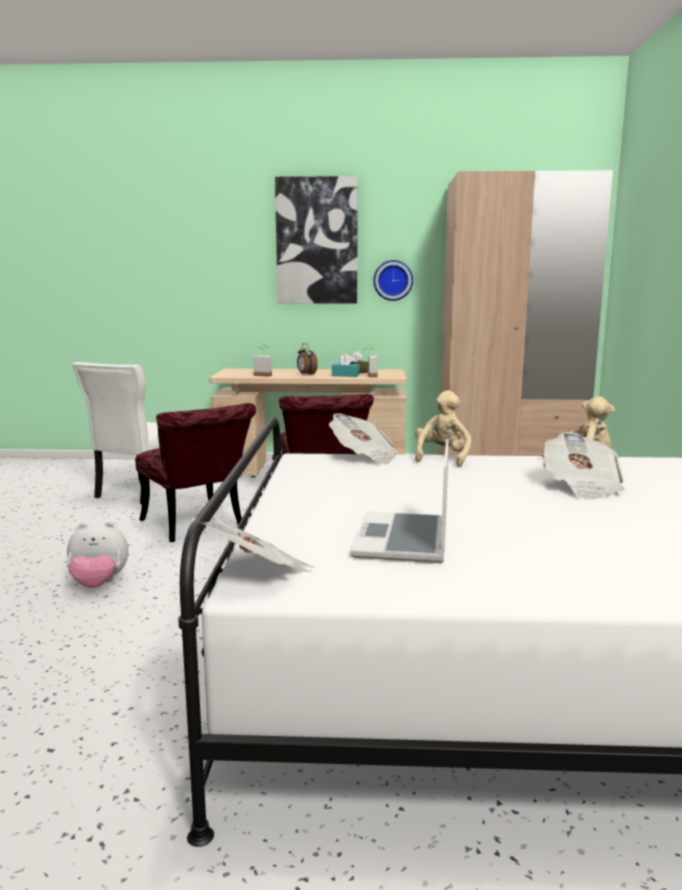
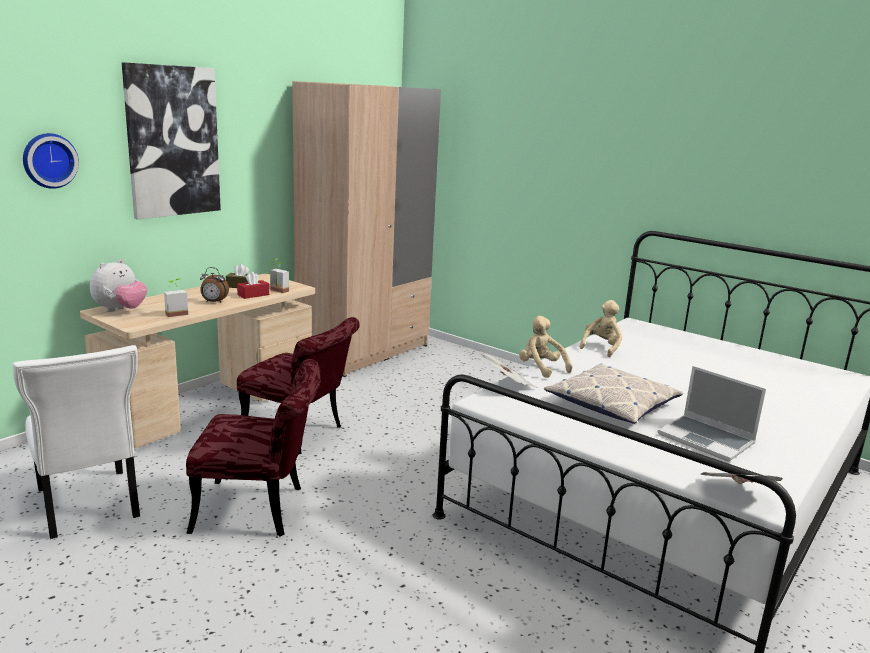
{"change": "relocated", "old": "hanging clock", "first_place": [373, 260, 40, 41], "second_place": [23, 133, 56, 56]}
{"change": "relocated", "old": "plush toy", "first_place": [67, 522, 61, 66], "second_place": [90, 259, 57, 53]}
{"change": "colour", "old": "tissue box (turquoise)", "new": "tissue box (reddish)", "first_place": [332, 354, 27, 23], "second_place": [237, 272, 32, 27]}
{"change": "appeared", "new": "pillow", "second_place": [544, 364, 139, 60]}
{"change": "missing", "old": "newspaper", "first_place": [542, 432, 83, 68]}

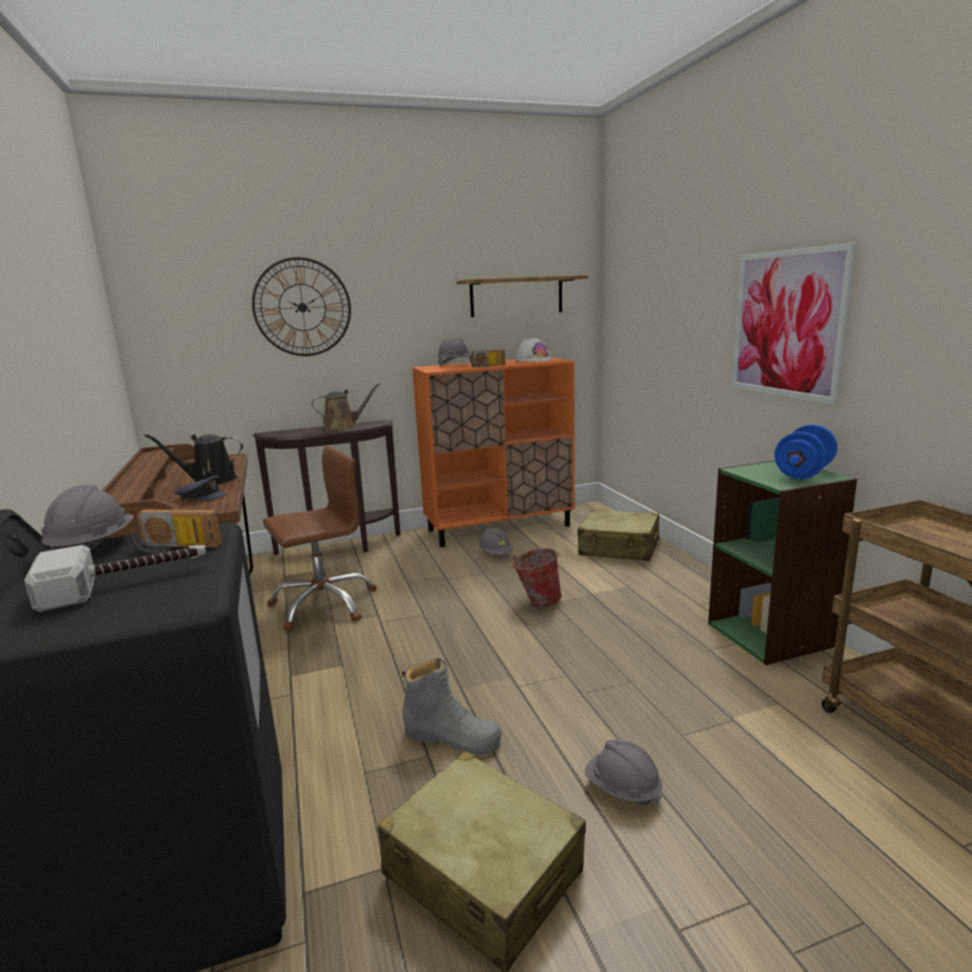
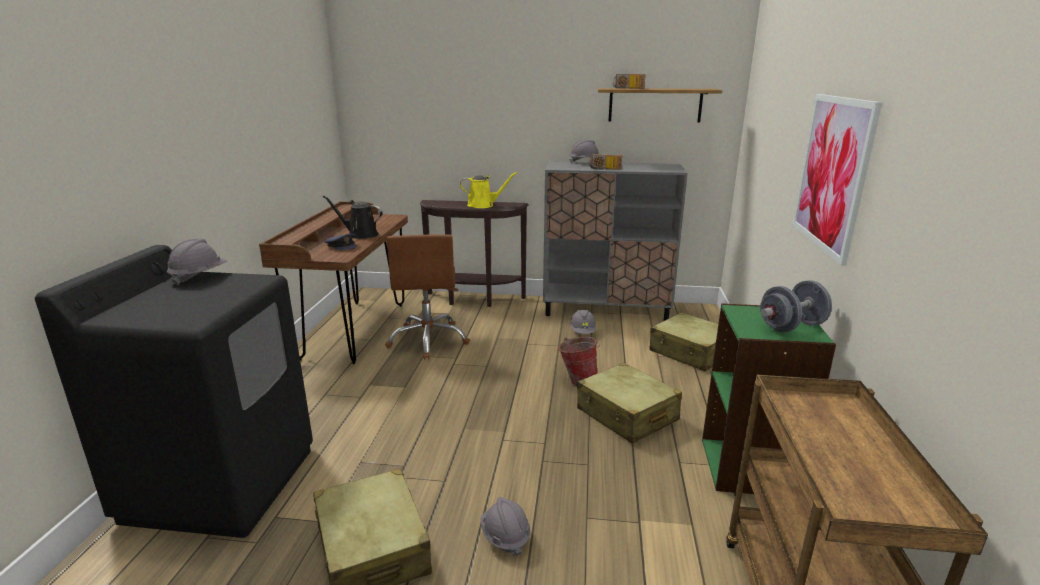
{"change": "spun", "old": "office chair (brownish)", "first_place": [263, 445, 114, 186], "second_place": [385, 234, 85, 125], "degrees": 90}
{"change": "colour", "old": "watering can (brownish)", "new": "watering can (yellowish)", "first_place": [311, 383, 69, 48], "second_place": [460, 172, 57, 36]}
{"change": "colour", "old": "storage cabinet (orange)", "new": "storage cabinet (gray)", "first_place": [412, 357, 163, 190], "second_place": [543, 161, 145, 160]}
{"change": "appeared", "new": "travel case (beige)", "second_place": [577, 363, 105, 81]}
{"change": "relocated", "old": "radio receiver", "first_place": [133, 509, 90, 44], "second_place": [613, 74, 32, 15]}
{"change": "colour", "old": "hand weight (blue-coloured)", "new": "hand weight (gray)", "first_place": [774, 425, 63, 54], "second_place": [760, 280, 72, 53]}
{"change": "missing", "old": "tool hammer", "first_place": [24, 545, 182, 67]}
{"change": "missing", "old": "hanging clock", "first_place": [252, 257, 99, 99]}
{"change": "missing", "old": "boot (gray)", "first_place": [402, 658, 99, 97]}
{"change": "missing", "old": "safety helmet (whitish)", "first_place": [516, 338, 36, 24]}

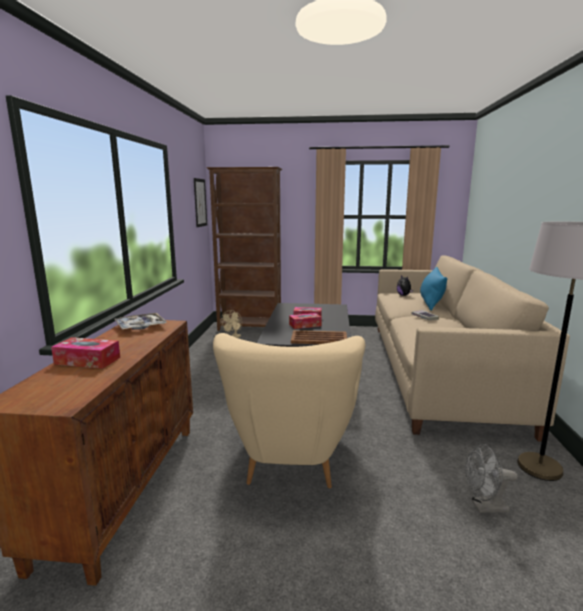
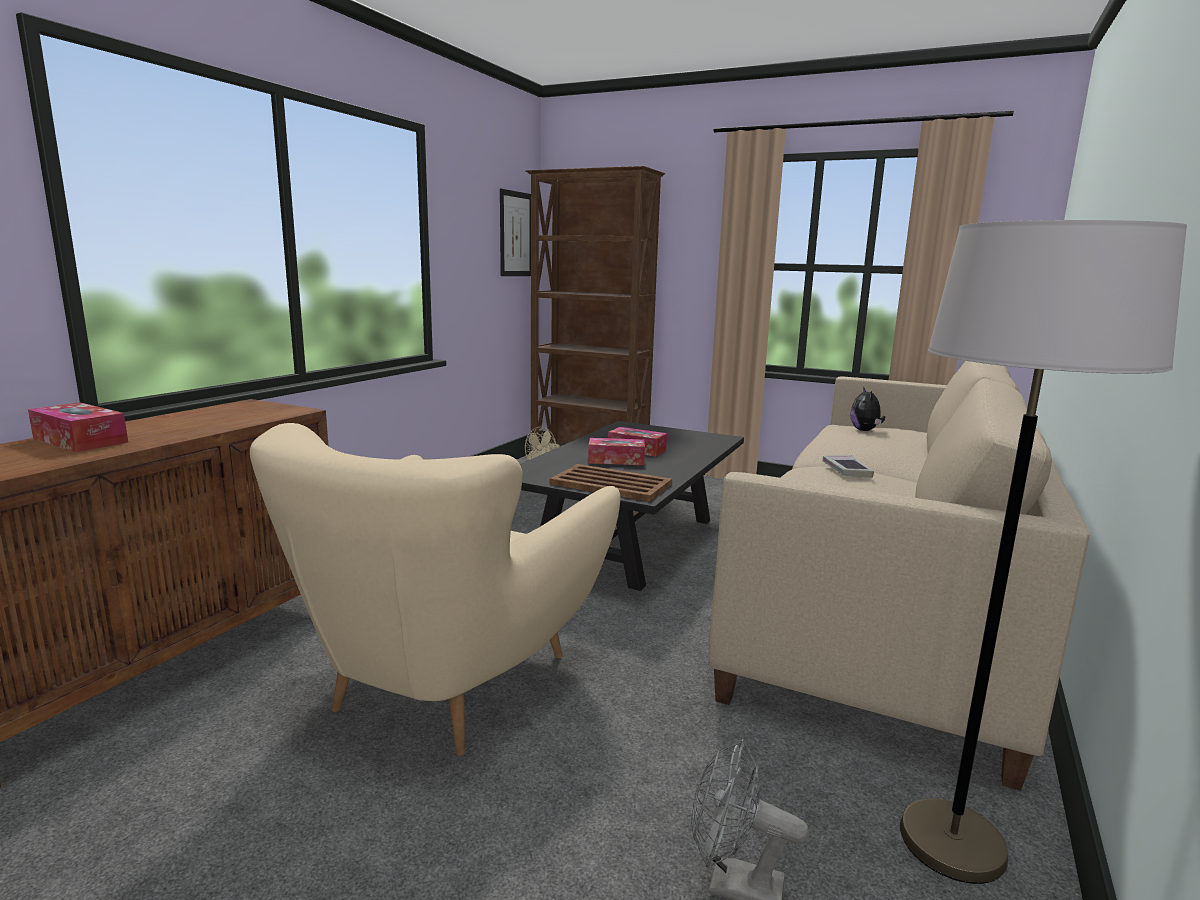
{"change": "missing", "old": "carrying tray", "first_place": [115, 313, 52, 17]}
{"change": "missing", "old": "pillow (blue-coloured)", "first_place": [420, 267, 27, 44]}

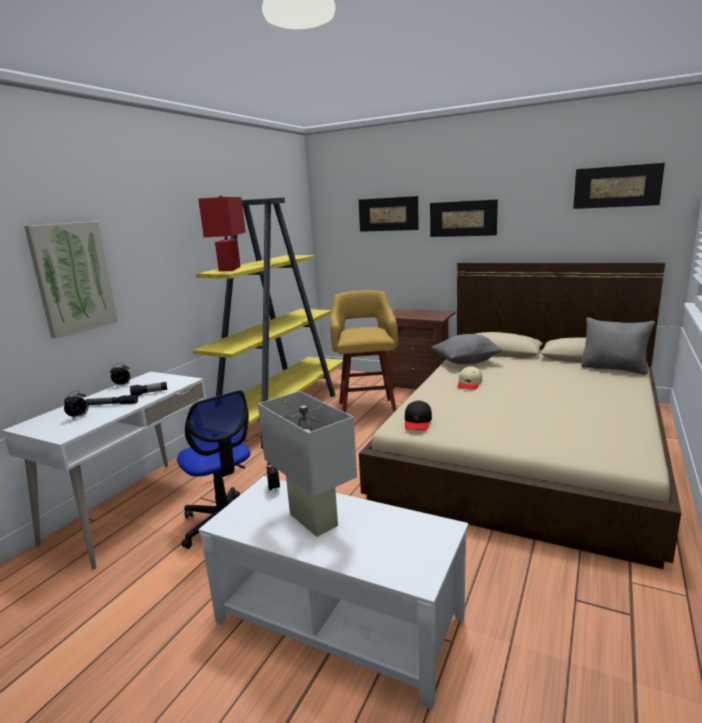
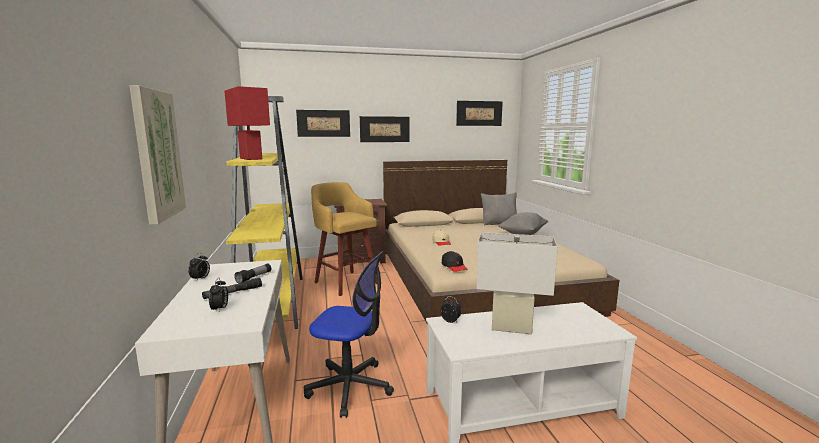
{"change": "relocated", "old": "pillow (gray)", "first_place": [432, 334, 71, 31], "second_place": [498, 212, 50, 23]}

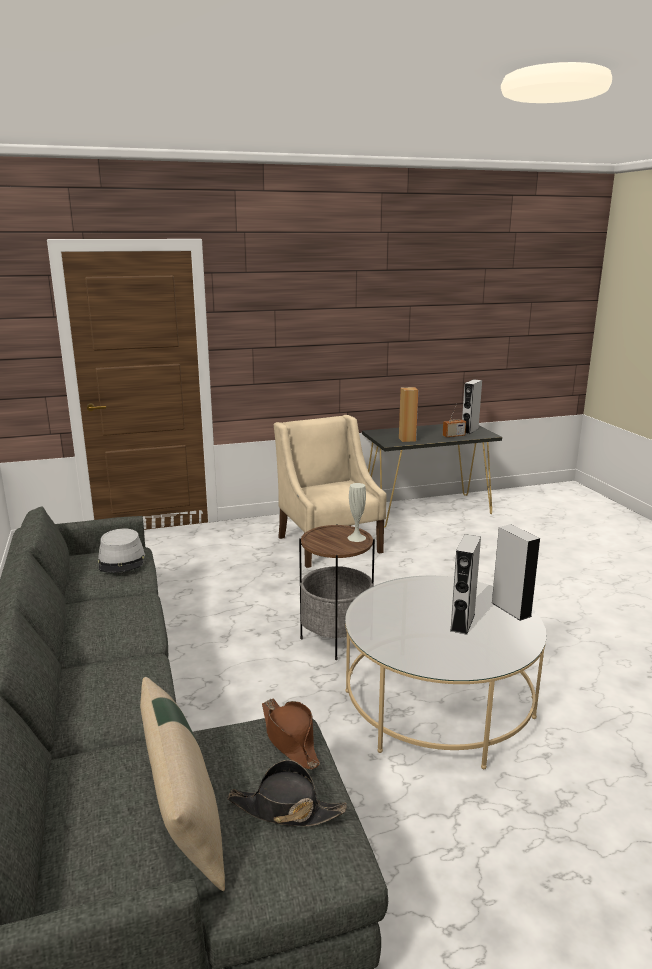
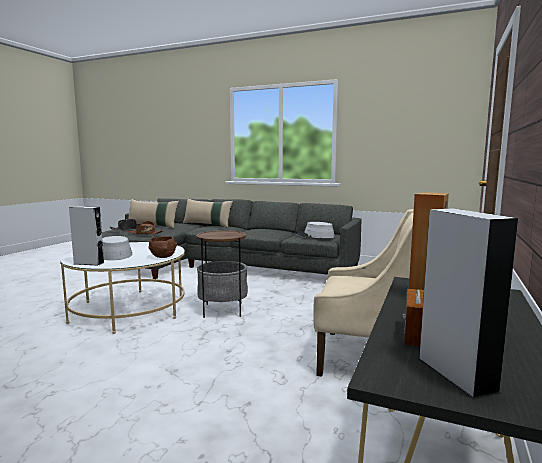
{"change": "exchanged", "old": "loudspeaker (gray)", "new": "hat (gray)", "first_place": [450, 534, 31, 101], "second_place": [102, 236, 30, 24]}
{"change": "appeared", "new": "serving bowl (brownish)", "second_place": [148, 236, 29, 22]}
{"change": "appeared", "new": "pillow (beige)", "second_place": [183, 198, 50, 30]}
{"change": "missing", "old": "flower vase (whitish)", "first_place": [347, 483, 19, 59]}

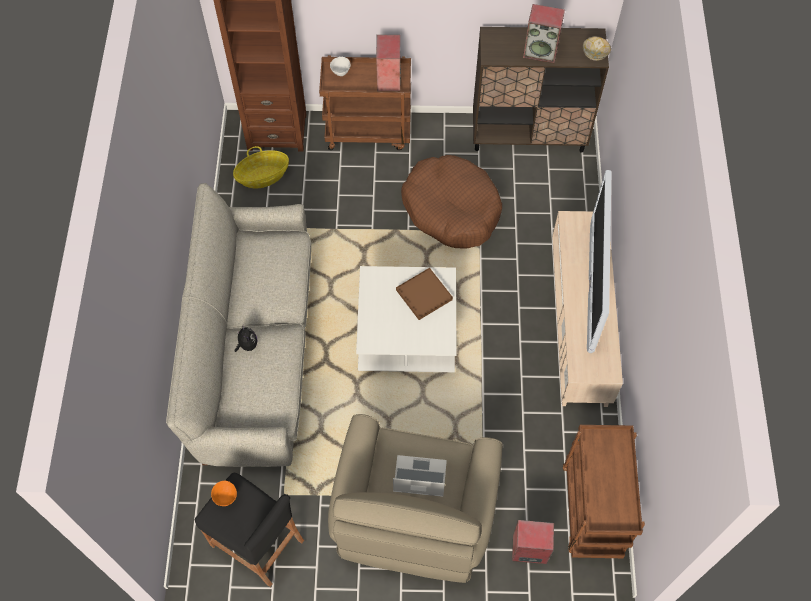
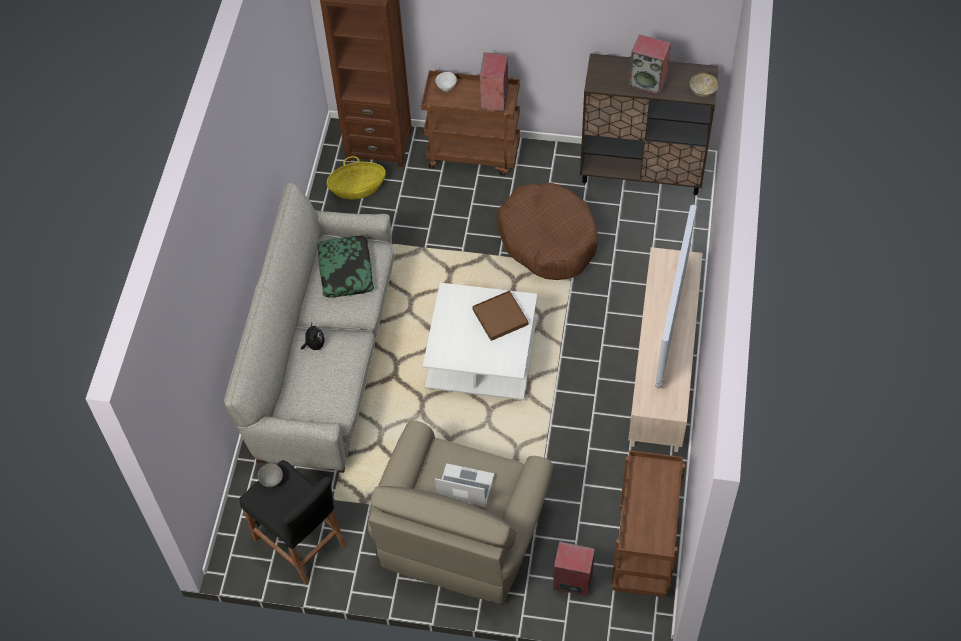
{"change": "colour", "old": "serving bowl (orange)", "new": "serving bowl (gray)", "first_place": [211, 481, 26, 25], "second_place": [258, 463, 25, 24]}
{"change": "appeared", "new": "pillow", "second_place": [317, 236, 57, 61]}

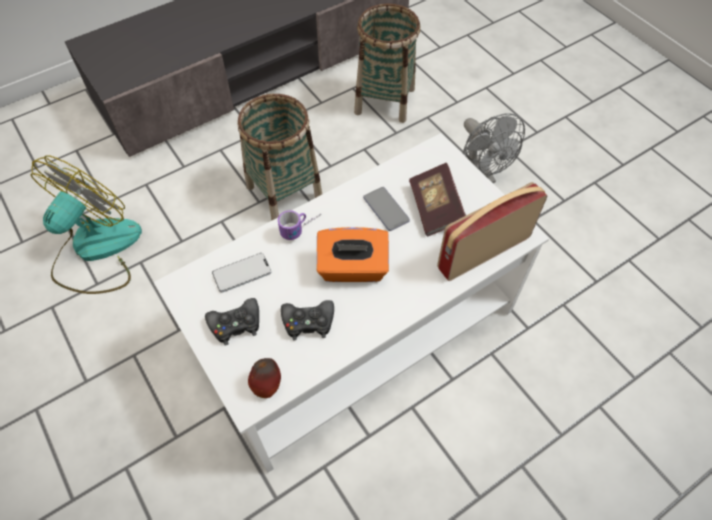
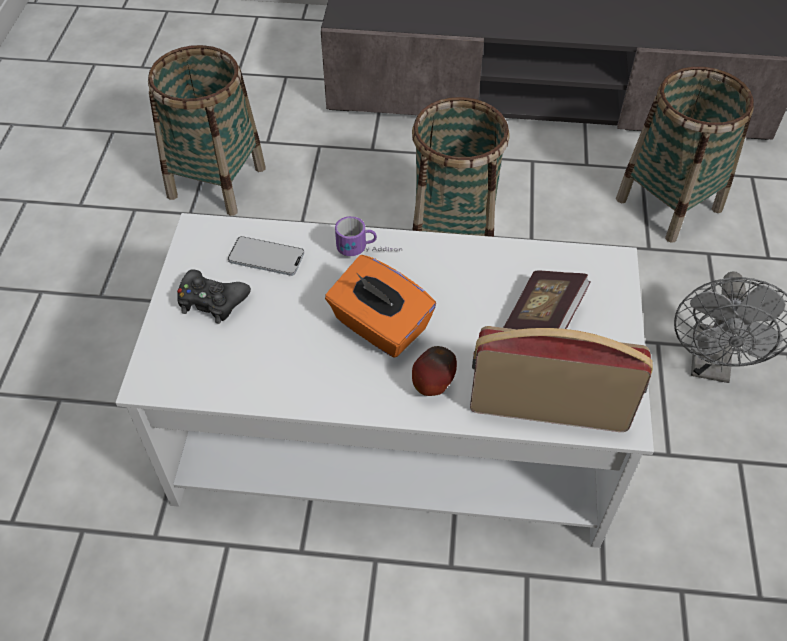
{"change": "exchanged", "old": "fan", "new": "storage basket", "first_place": [31, 155, 111, 139], "second_place": [148, 45, 118, 171]}
{"change": "relocated", "old": "apple fruit", "first_place": [248, 358, 33, 40], "second_place": [412, 346, 45, 50]}
{"change": "missing", "old": "game controller (blackish)", "first_place": [281, 300, 53, 40]}
{"change": "missing", "old": "handset", "first_place": [363, 187, 47, 44]}

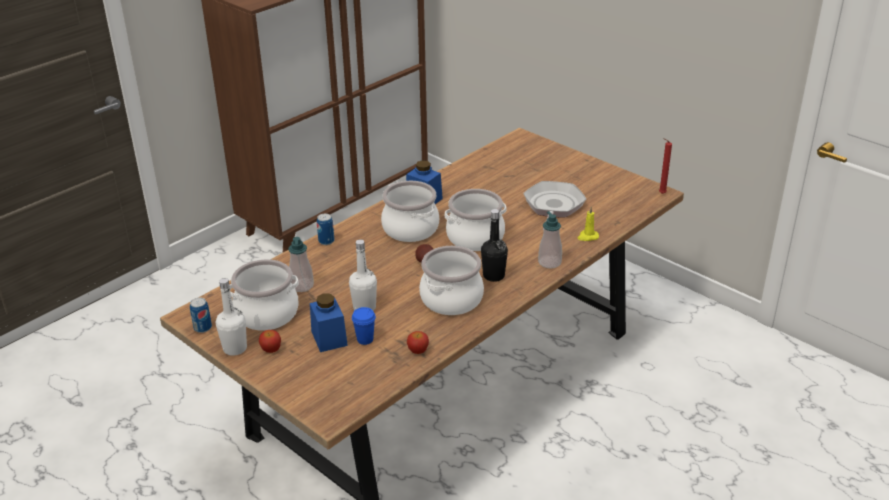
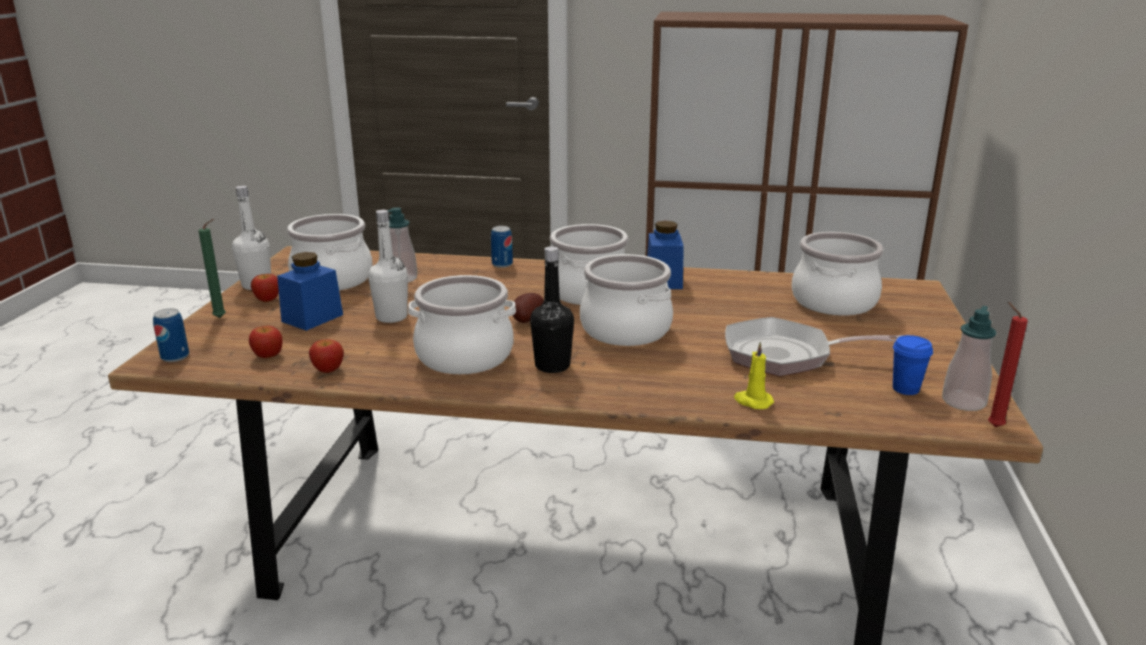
{"change": "relocated", "old": "can", "first_place": [190, 298, 22, 35], "second_place": [153, 308, 36, 54]}
{"change": "appeared", "new": "wax candle (greenish)", "second_place": [199, 219, 27, 99]}
{"change": "appeared", "new": "apple fruit", "second_place": [249, 326, 34, 32]}
{"change": "spun", "old": "skillet", "first_place": [523, 181, 63, 49], "second_place": [725, 317, 179, 59], "degrees": -150}
{"change": "appeared", "new": "saucepot", "second_place": [792, 232, 92, 84]}
{"change": "relocated", "old": "drinking cup (blue-coloured)", "first_place": [352, 307, 24, 38], "second_place": [893, 335, 40, 60]}
{"change": "relocated", "old": "soap bottle", "first_place": [538, 211, 24, 58], "second_place": [942, 306, 54, 105]}

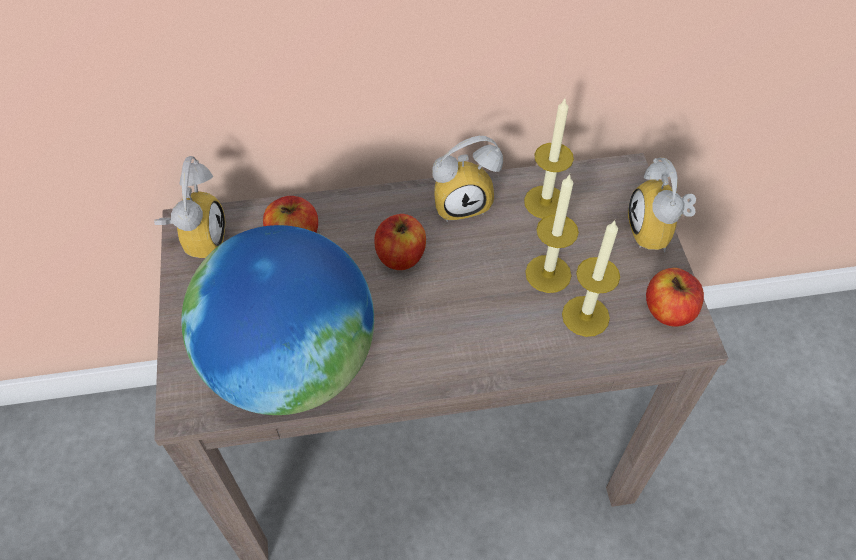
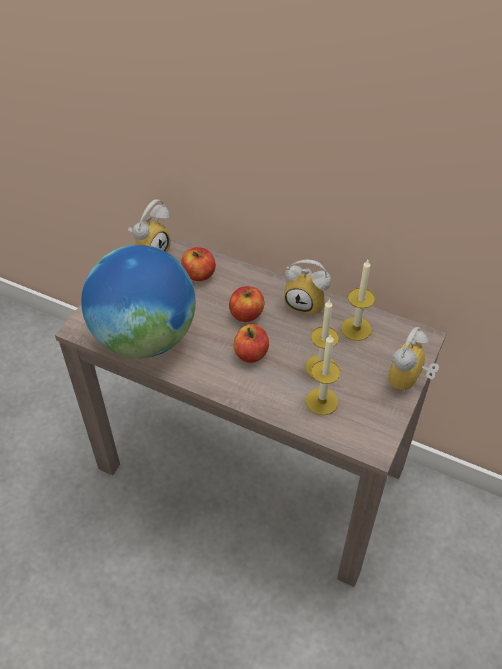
{"change": "relocated", "old": "apple fruit", "first_place": [646, 268, 58, 59], "second_place": [234, 324, 35, 39]}

